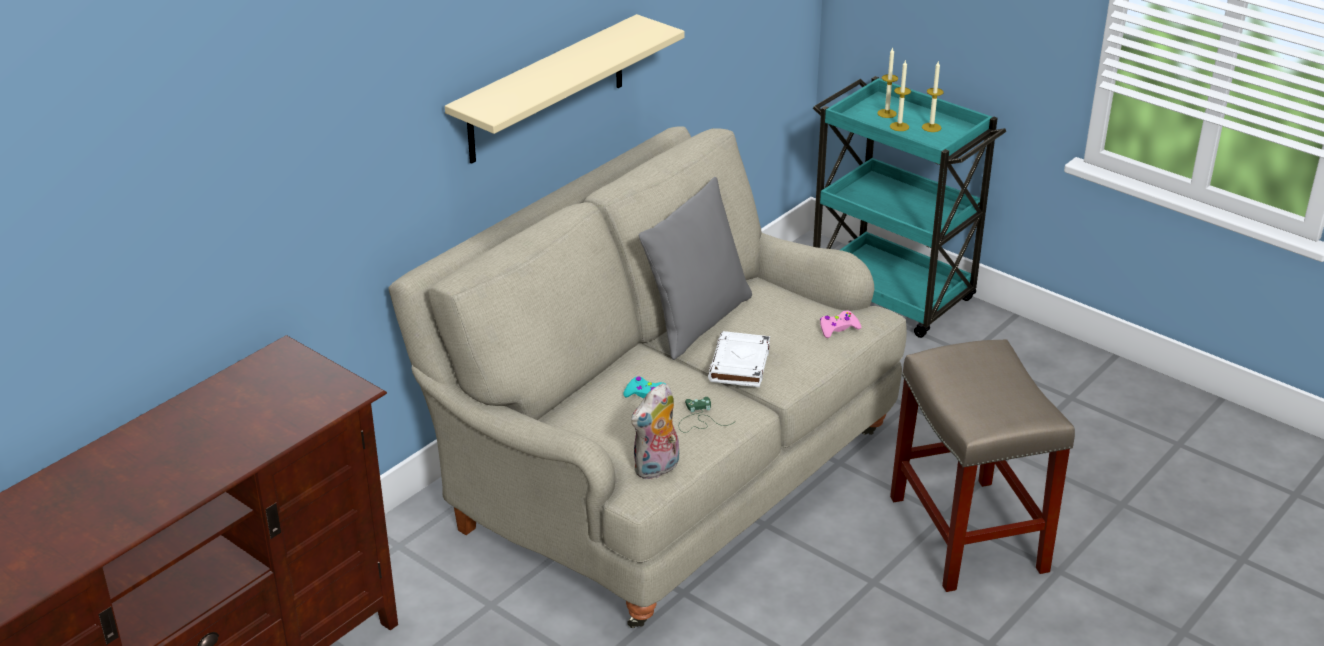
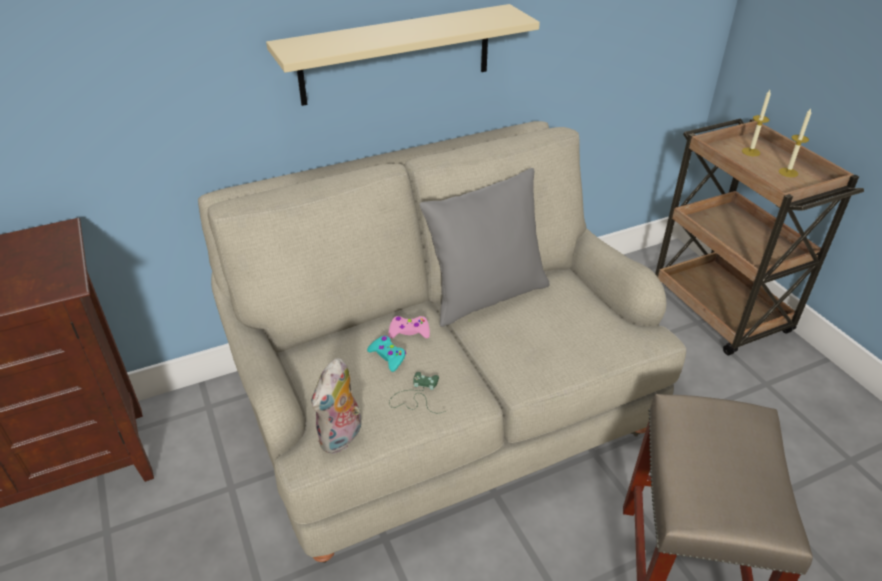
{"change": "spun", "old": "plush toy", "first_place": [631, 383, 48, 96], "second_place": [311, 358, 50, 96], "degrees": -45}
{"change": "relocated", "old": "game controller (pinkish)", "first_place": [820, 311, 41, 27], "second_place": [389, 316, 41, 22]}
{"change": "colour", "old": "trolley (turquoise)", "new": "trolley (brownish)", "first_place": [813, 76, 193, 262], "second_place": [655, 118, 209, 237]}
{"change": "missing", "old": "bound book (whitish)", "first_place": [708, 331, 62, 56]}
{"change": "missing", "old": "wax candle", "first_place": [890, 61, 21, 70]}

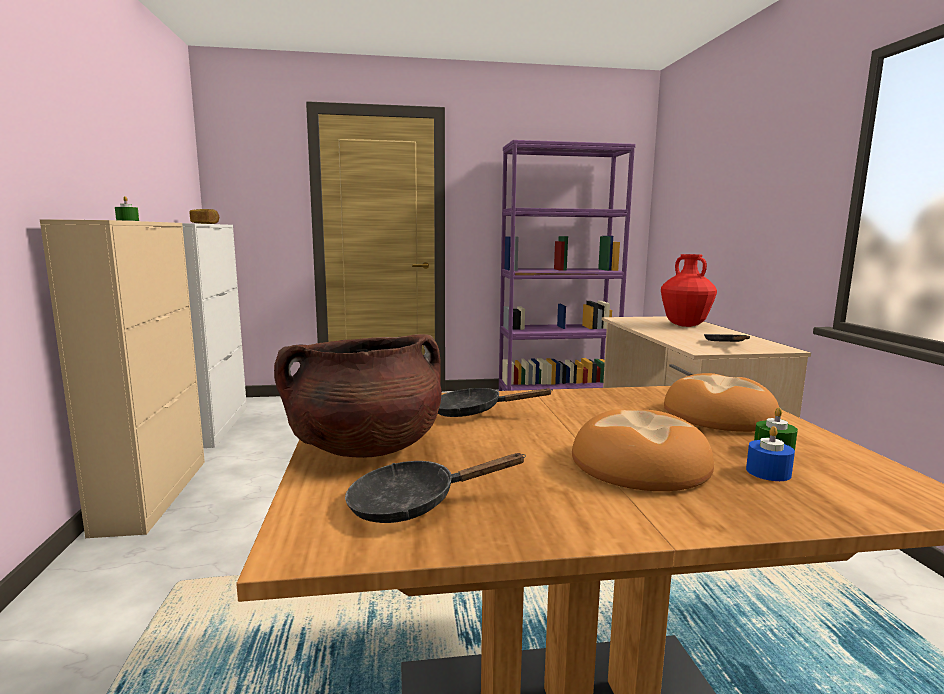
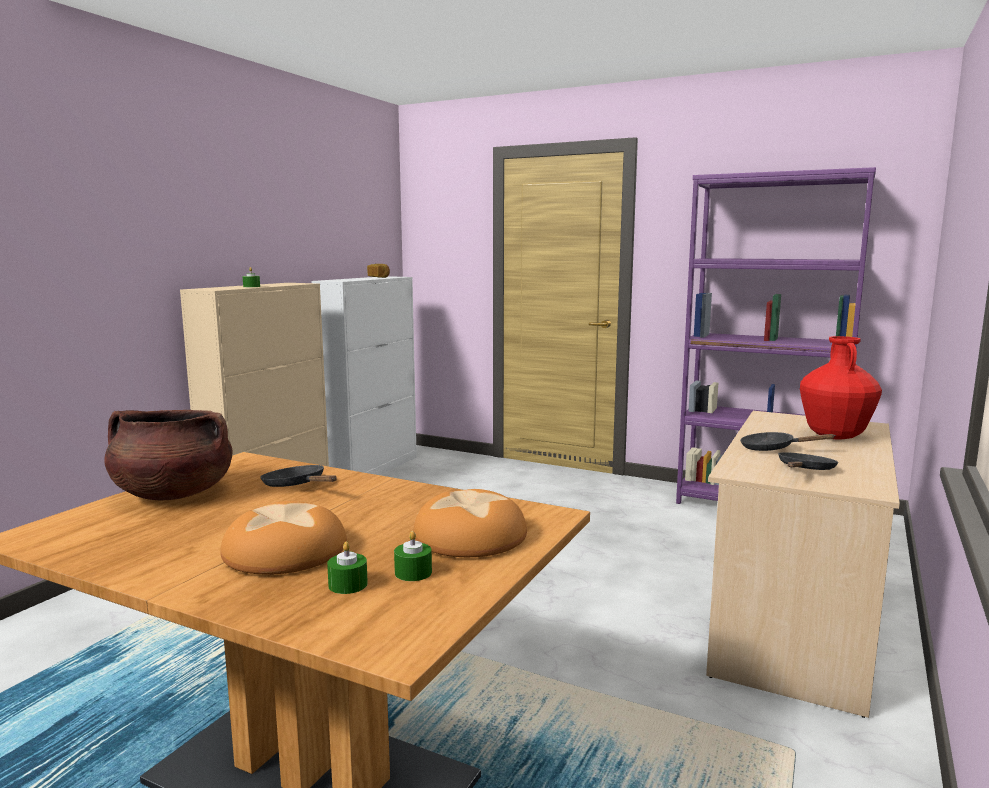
{"change": "colour", "old": "wax candle (blue-coloured)", "new": "wax candle (greenish)", "first_place": [746, 426, 49, 55], "second_place": [327, 541, 41, 53]}
{"change": "relocated", "old": "skillet (blackish)", "first_place": [345, 453, 181, 70], "second_place": [740, 432, 96, 19]}

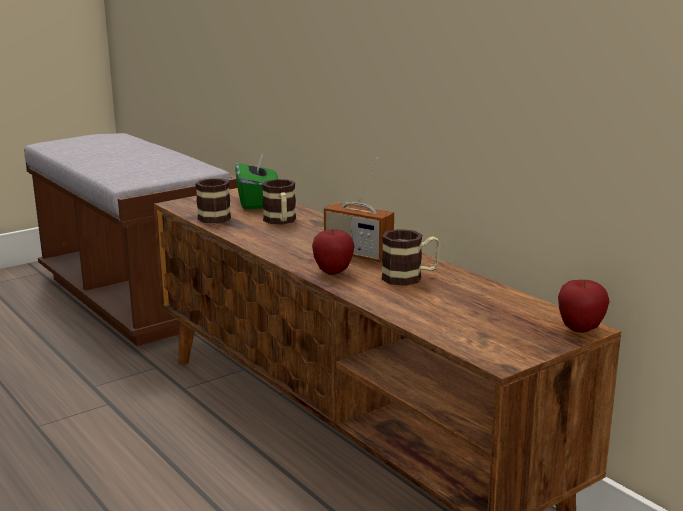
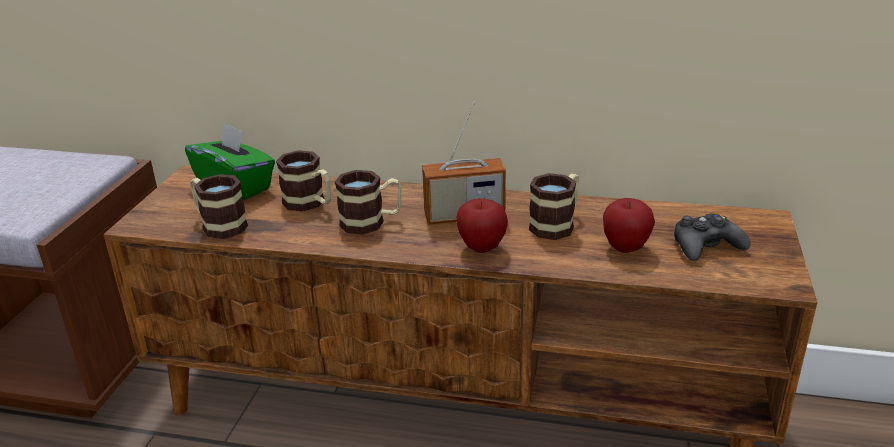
{"change": "appeared", "new": "coffee mug", "second_place": [335, 170, 66, 65]}
{"change": "relocated", "old": "apple fruit", "first_place": [558, 280, 52, 53], "second_place": [603, 198, 52, 55]}
{"change": "appeared", "new": "game controller (blackish)", "second_place": [674, 213, 76, 48]}

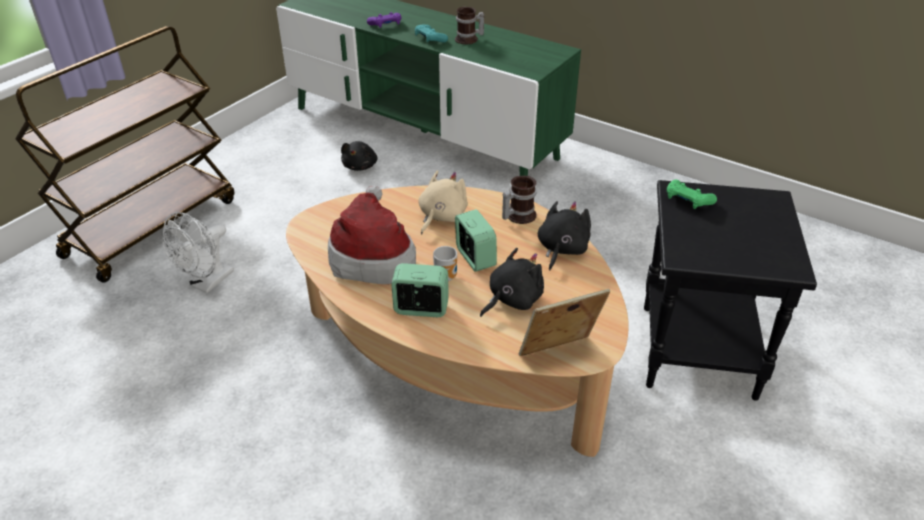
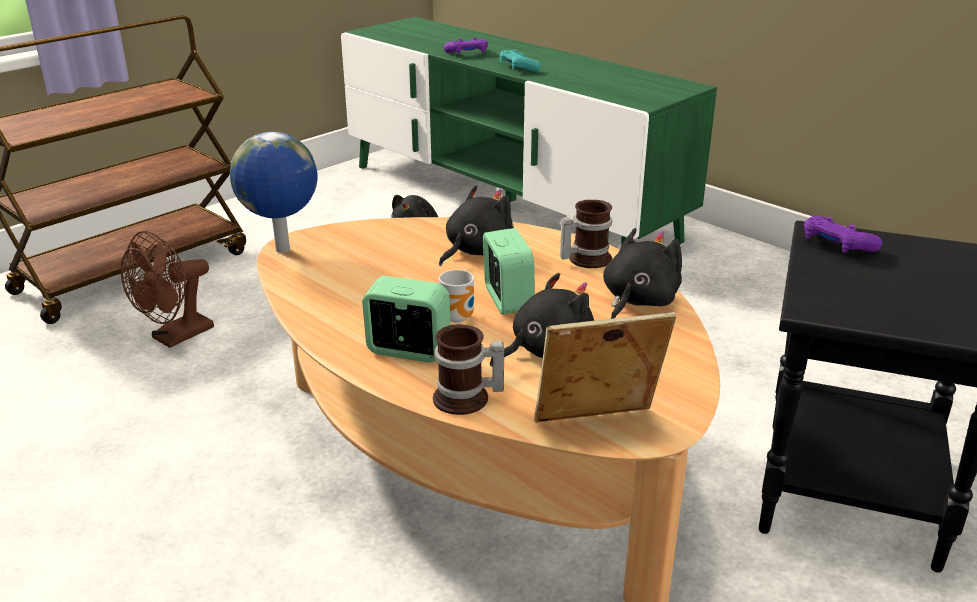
{"change": "colour", "old": "fan (whitish)", "new": "fan (brownish)", "first_place": [162, 212, 72, 81], "second_place": [121, 231, 93, 117]}
{"change": "appeared", "new": "globe", "second_place": [230, 132, 88, 121]}
{"change": "relocated", "old": "coffee mug", "first_place": [455, 7, 29, 37], "second_place": [433, 324, 71, 91]}
{"change": "colour", "old": "plush toy (beige)", "new": "plush toy (blackish)", "first_place": [418, 170, 50, 64], "second_place": [439, 185, 75, 81]}
{"change": "colour", "old": "game controller (greenish)", "new": "game controller (purple-coloured)", "first_place": [667, 179, 50, 30], "second_place": [804, 216, 78, 37]}
{"change": "missing", "old": "hat", "first_place": [328, 185, 88, 99]}

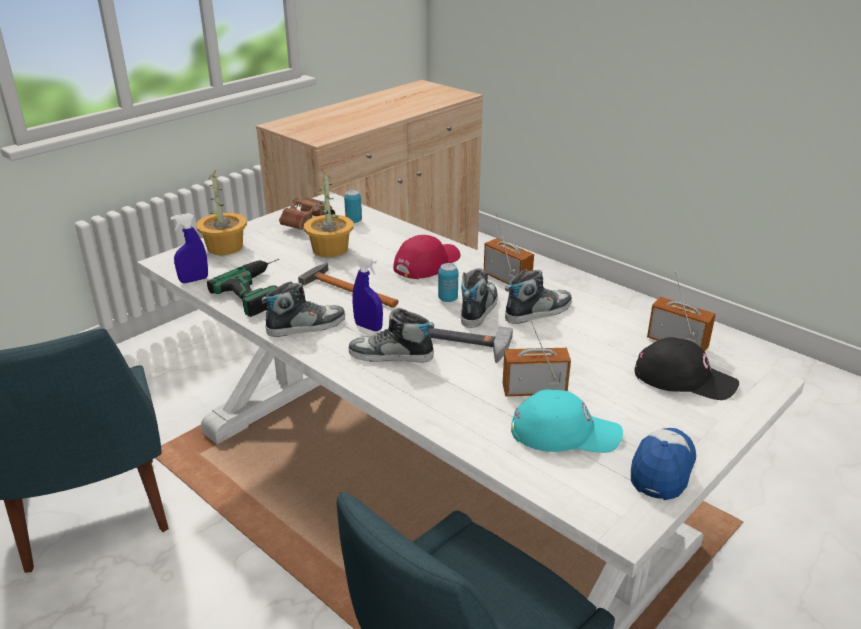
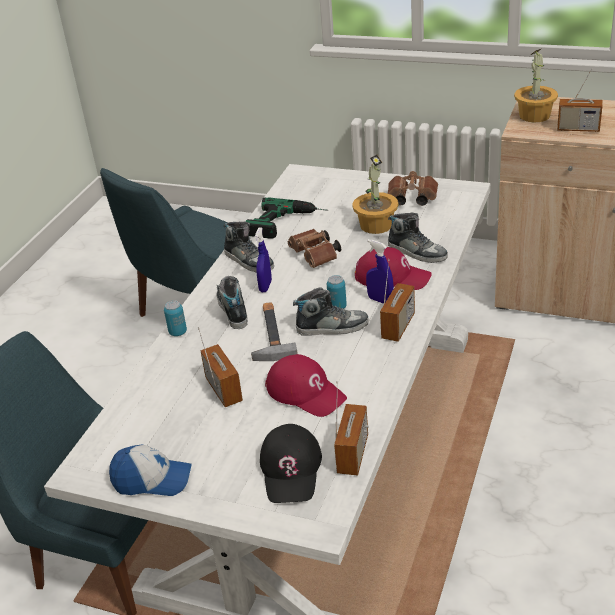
{"change": "relocated", "old": "can", "first_place": [344, 190, 18, 33], "second_place": [164, 300, 23, 36]}
{"change": "appeared", "new": "peaked cap (reddish)", "second_place": [265, 354, 82, 63]}
{"change": "exchanged", "old": "tool hammer", "new": "pair of binoculars (brownish)", "first_place": [298, 263, 101, 45], "second_place": [288, 229, 53, 39]}
{"change": "relocated", "old": "sprayer (blue-coloured)", "first_place": [170, 213, 38, 70], "second_place": [366, 239, 28, 65]}
{"change": "relocated", "old": "shoe", "first_place": [505, 269, 67, 55], "second_place": [388, 213, 60, 50]}
{"change": "relocated", "old": "potted plant", "first_place": [196, 170, 51, 85], "second_place": [514, 49, 44, 73]}
{"change": "appeared", "new": "radio receiver", "second_place": [557, 68, 45, 64]}
{"change": "missing", "old": "peaked cap (turquoise)", "first_place": [511, 389, 112, 64]}

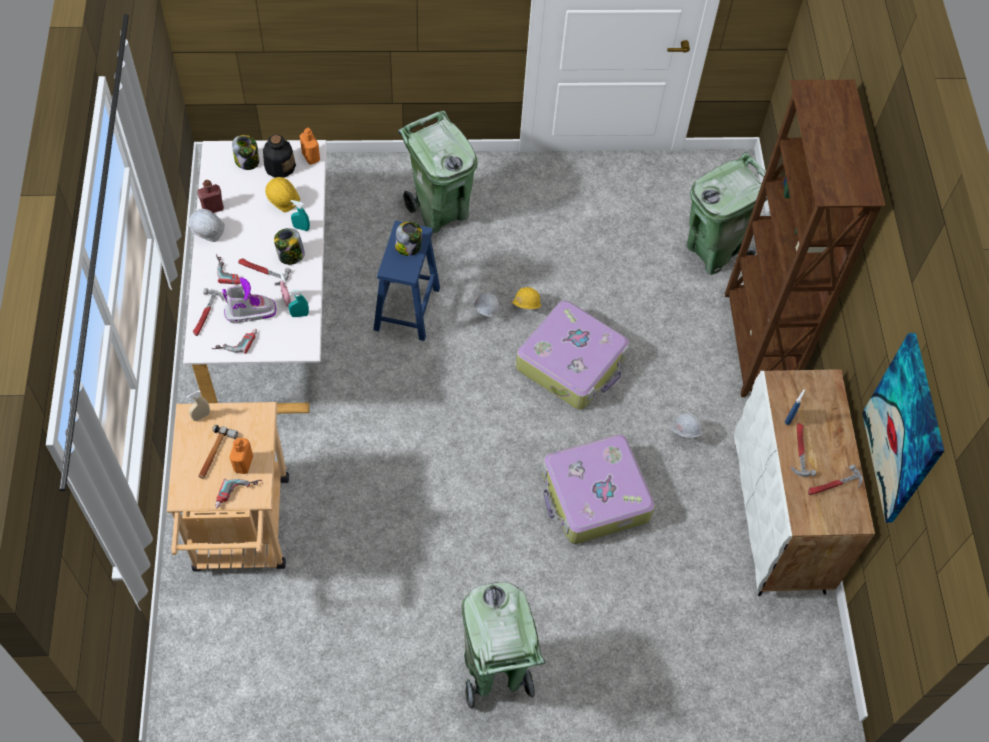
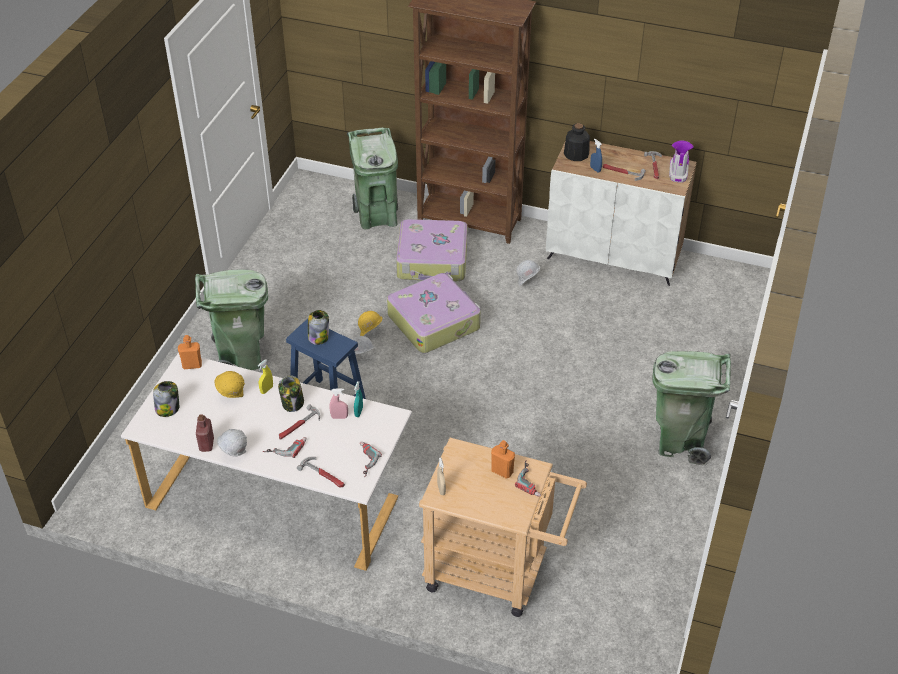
{"change": "colour", "old": "sprayer (turquoise)", "new": "sprayer (yellowish)", "first_place": [291, 200, 19, 31], "second_place": [258, 359, 15, 35]}
{"change": "relocated", "old": "travel case", "first_place": [542, 434, 113, 110], "second_place": [396, 219, 71, 62]}
{"change": "relocated", "old": "bottle", "first_place": [263, 135, 33, 43], "second_place": [564, 123, 26, 38]}
{"change": "relocated", "old": "boot", "first_place": [222, 277, 54, 46], "second_place": [669, 140, 25, 43]}
{"change": "missing", "old": "tool hammer", "first_place": [198, 425, 40, 54]}
{"change": "missing", "old": "wall picture", "first_place": [862, 333, 82, 190]}

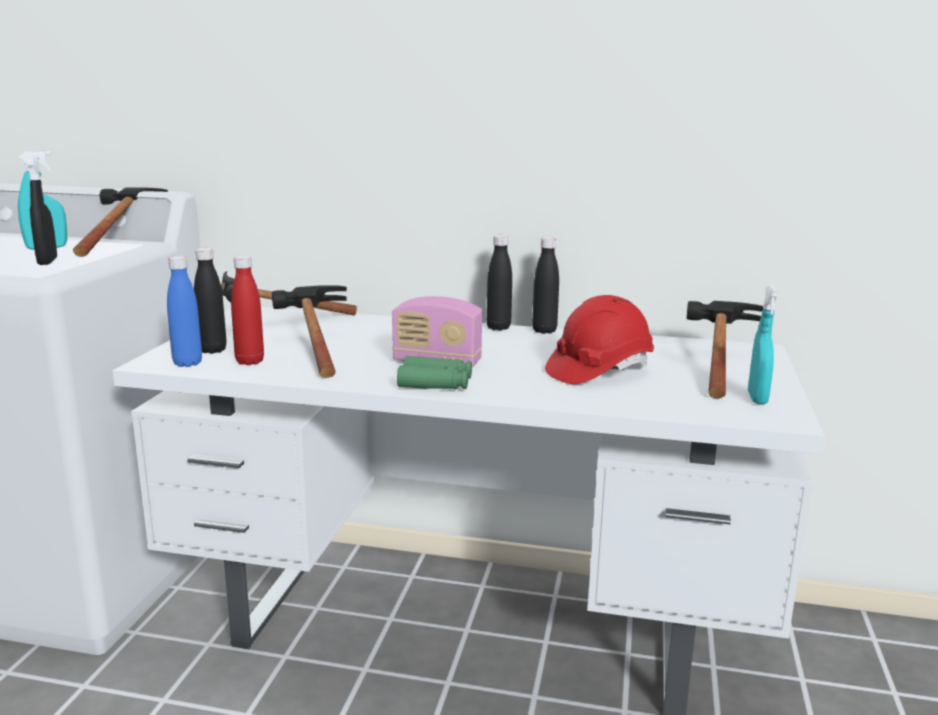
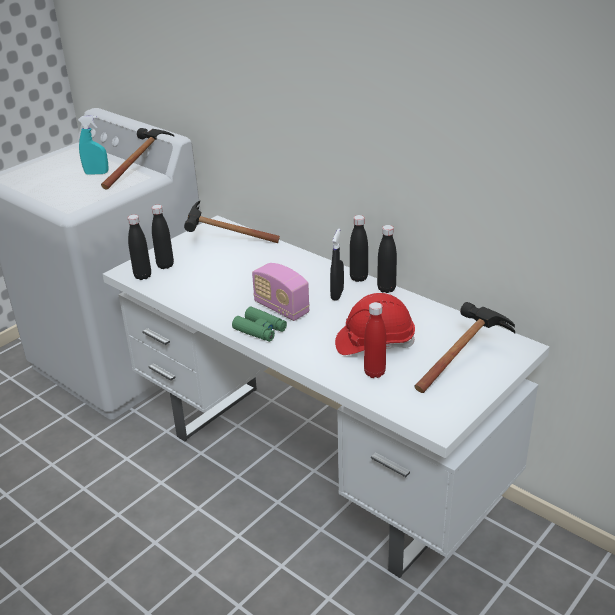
{"change": "colour", "old": "bottle (blue-coloured)", "new": "bottle (blackish)", "first_place": [167, 256, 35, 111], "second_place": [128, 215, 23, 65]}
{"change": "relocated", "old": "sprayer (blackish)", "first_place": [27, 156, 30, 109], "second_place": [330, 228, 14, 73]}
{"change": "relocated", "old": "bottle (reddish)", "first_place": [231, 255, 33, 110], "second_place": [364, 302, 22, 76]}
{"change": "missing", "old": "tool hammer", "first_place": [272, 285, 75, 93]}
{"change": "missing", "old": "sprayer (turquoise)", "first_place": [748, 285, 30, 120]}

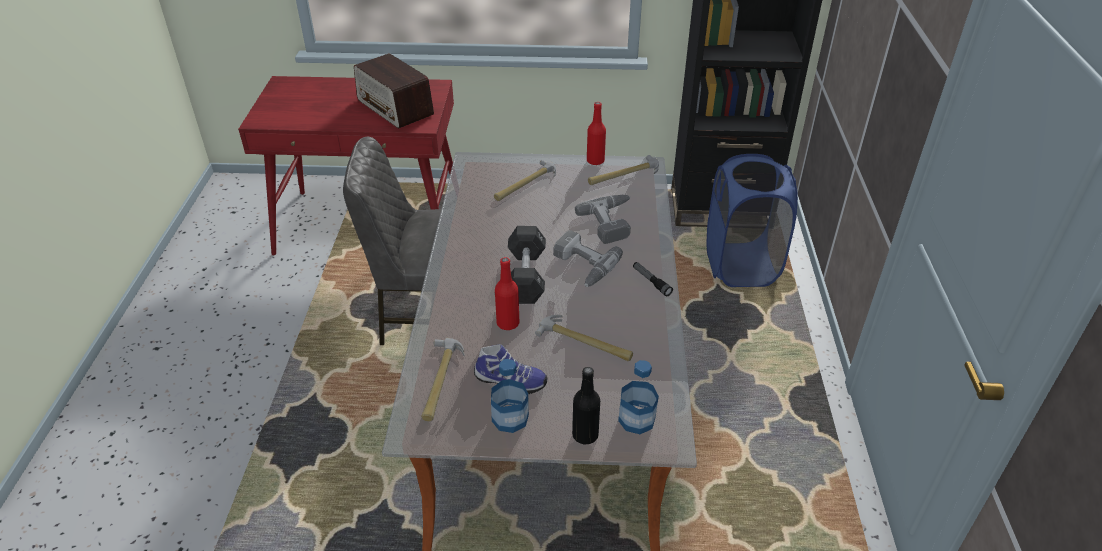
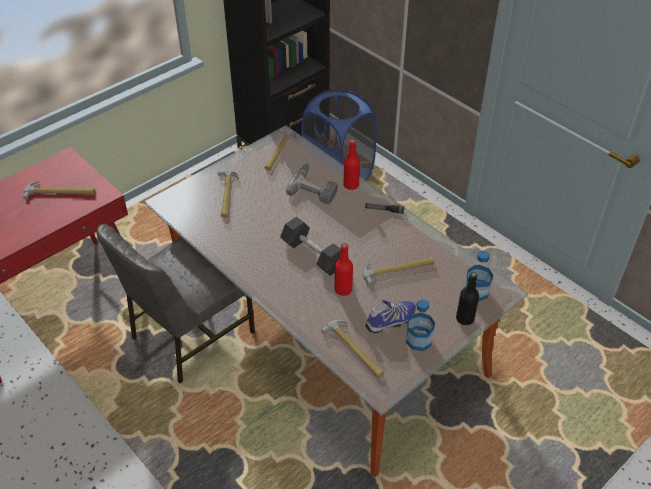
{"change": "exchanged", "old": "radio receiver", "new": "tool hammer", "first_place": [354, 53, 80, 75], "second_place": [23, 181, 72, 18]}
{"change": "relocated", "old": "bottle (reddish)", "first_place": [587, 102, 19, 63], "second_place": [344, 139, 16, 51]}
{"change": "missing", "old": "electric drill", "first_place": [553, 230, 70, 57]}

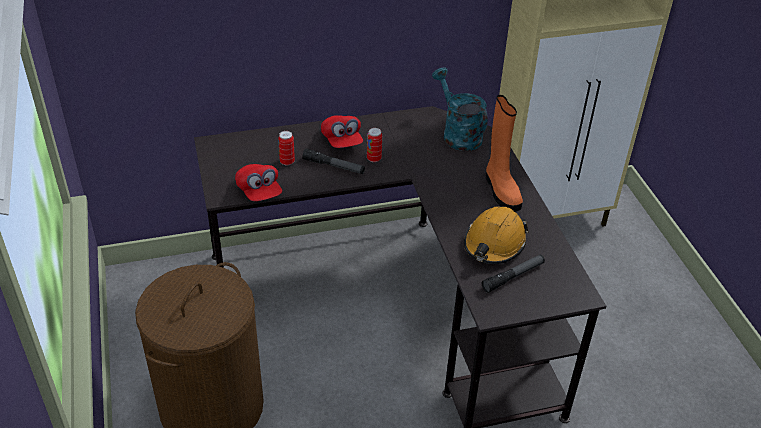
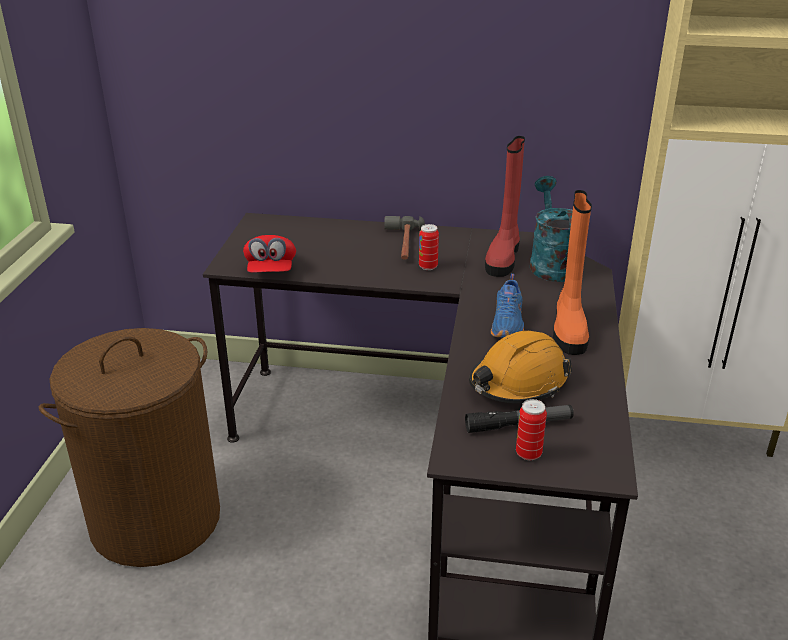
{"change": "exchanged", "old": "peaked cap (reddish)", "new": "tool hammer", "first_place": [321, 115, 42, 33], "second_place": [384, 216, 41, 44]}
{"change": "appeared", "new": "boot (reddish)", "second_place": [485, 136, 40, 141]}
{"change": "appeared", "new": "shoe (blue-coloured)", "second_place": [491, 274, 33, 64]}
{"change": "relocated", "old": "can", "first_place": [278, 131, 17, 35], "second_place": [516, 399, 31, 61]}
{"change": "missing", "old": "flashlight", "first_place": [302, 148, 63, 26]}

